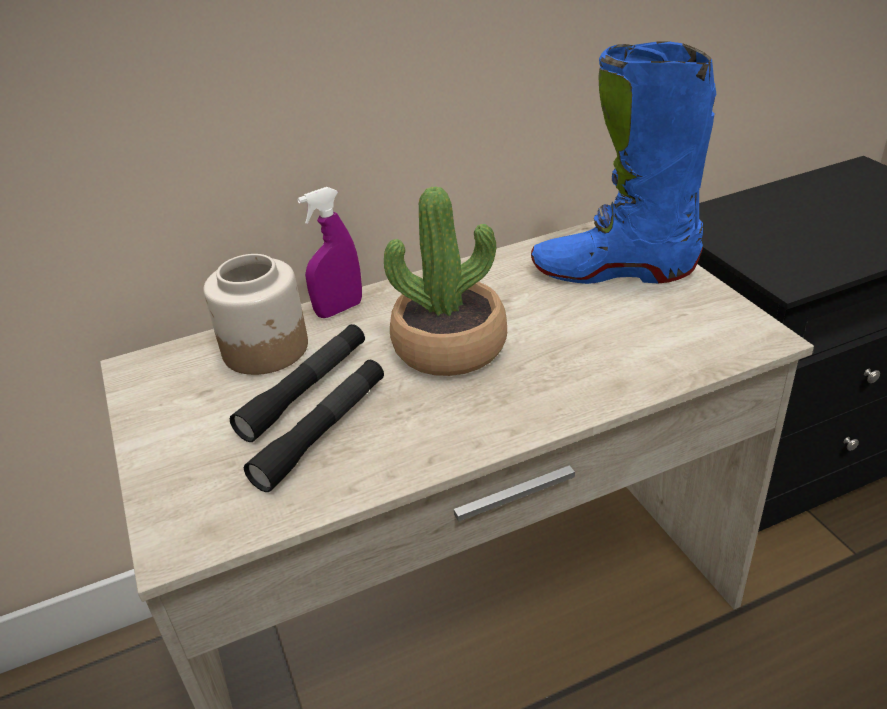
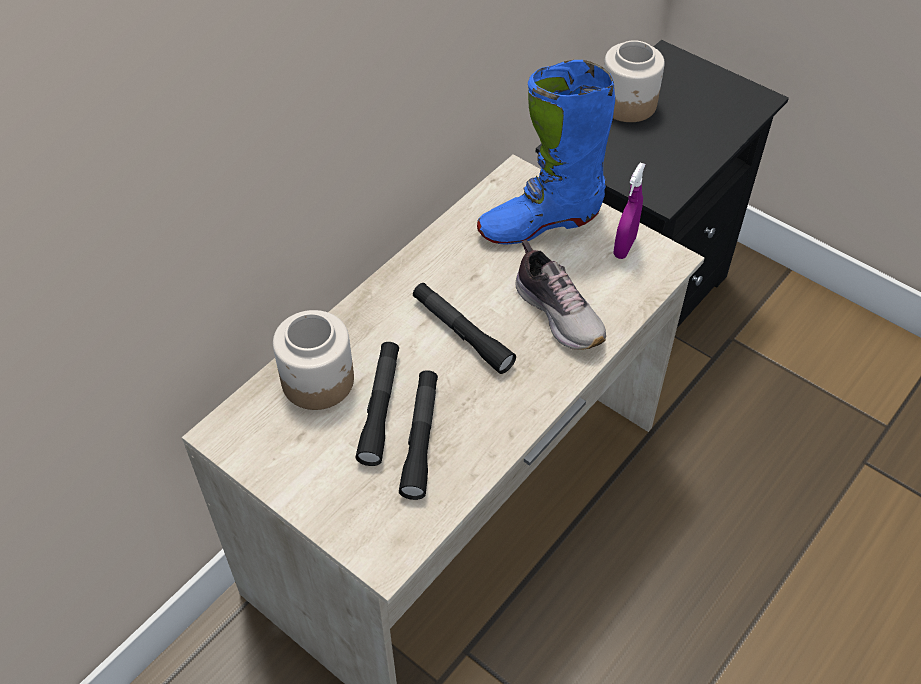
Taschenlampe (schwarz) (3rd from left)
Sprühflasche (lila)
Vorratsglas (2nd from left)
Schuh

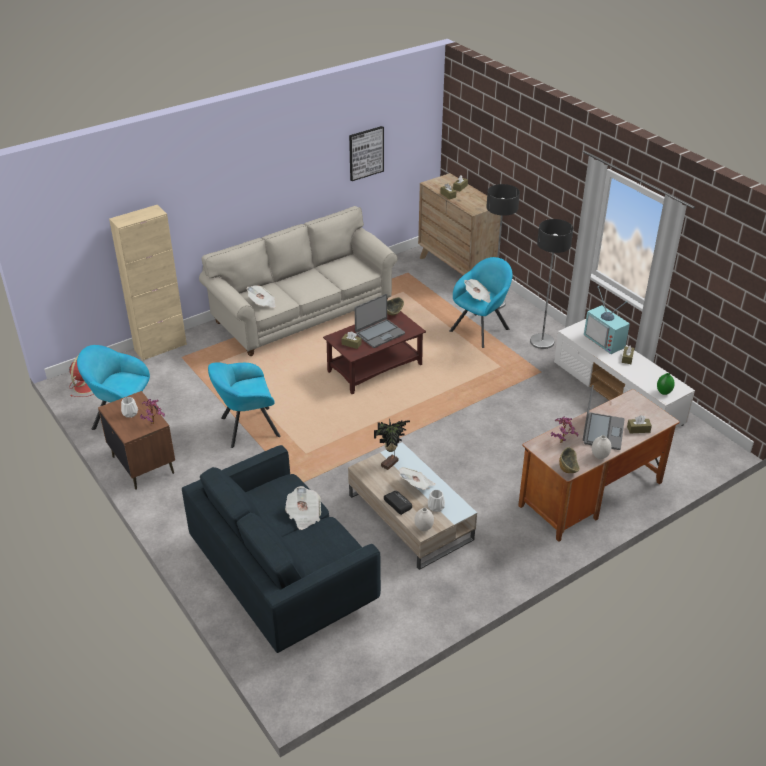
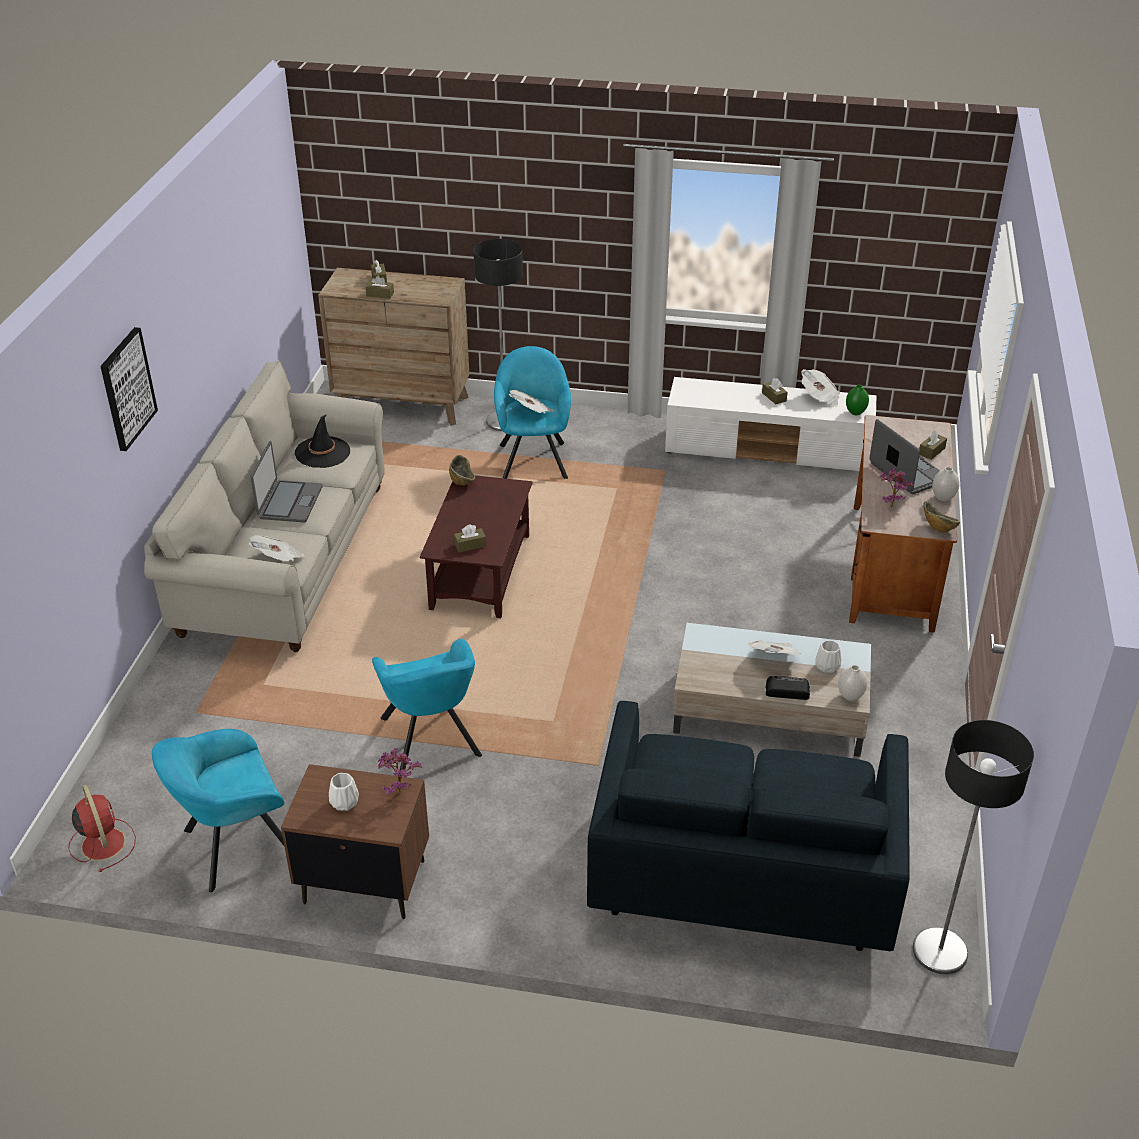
Bild
Schrank (beige)
Stehlampe (2nd from left)
Fernseher
Laptop (1st from left)
Sessel (türkis) (2nd from left)
Topfpflanze (2nd from left in the first image)
Zeitung (4th from left)
Hut (schwarz)

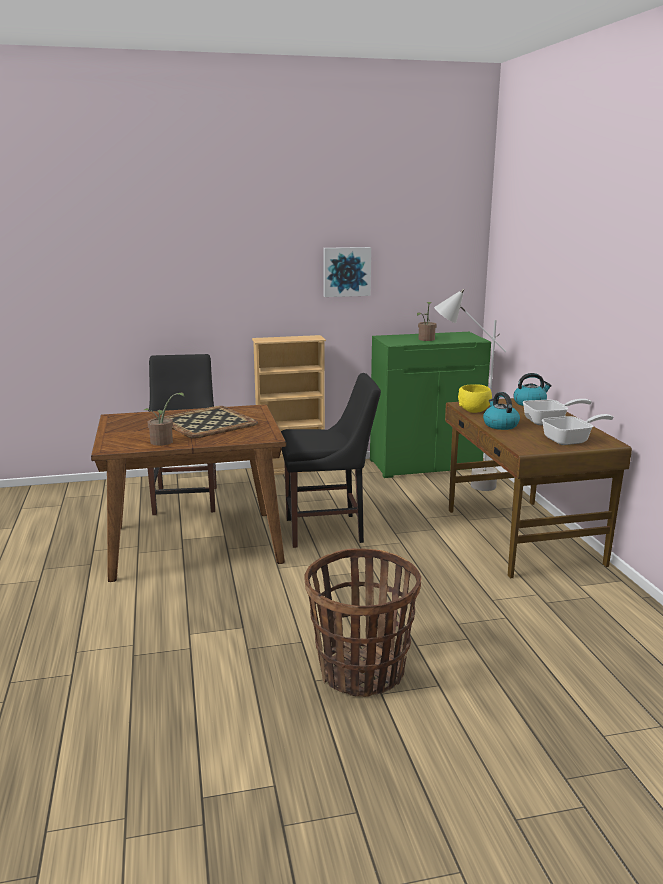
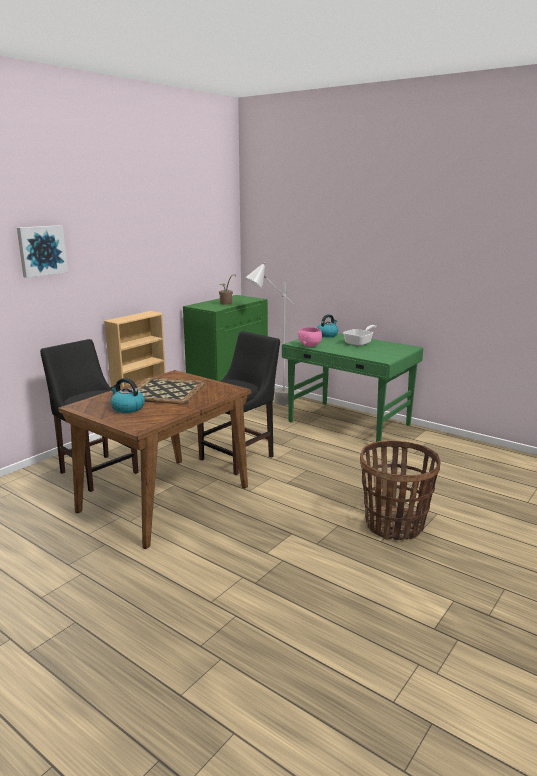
Bild
Schüssel (rosa)
Wasserkessel (1st from left)
Topfpflanze (1st from left in the first image)
Schreibtisch (grün)
Pfanne (2nd from left in the first image)

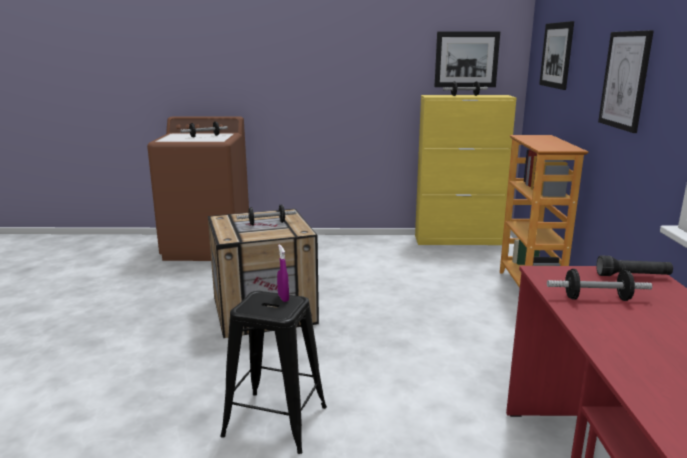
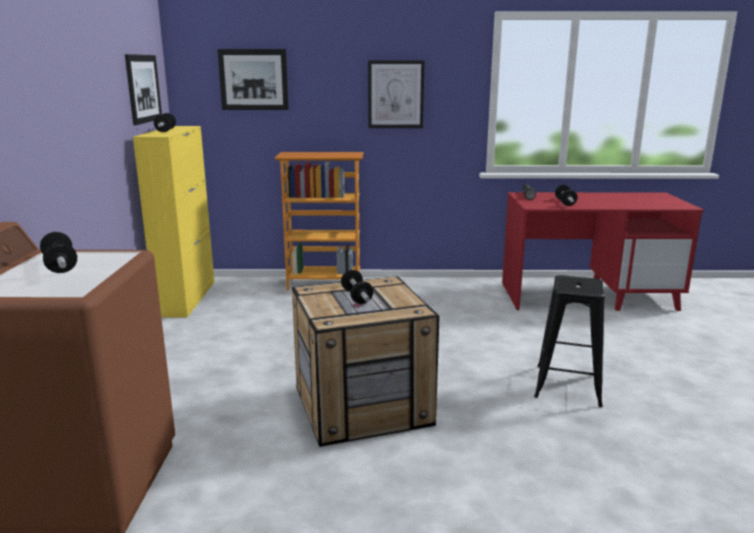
Sprühflasche (lila)

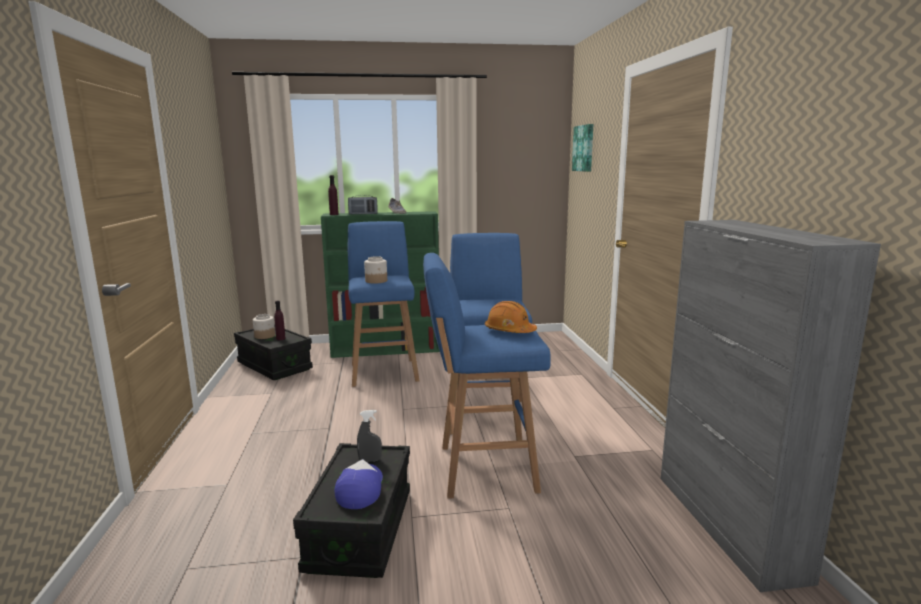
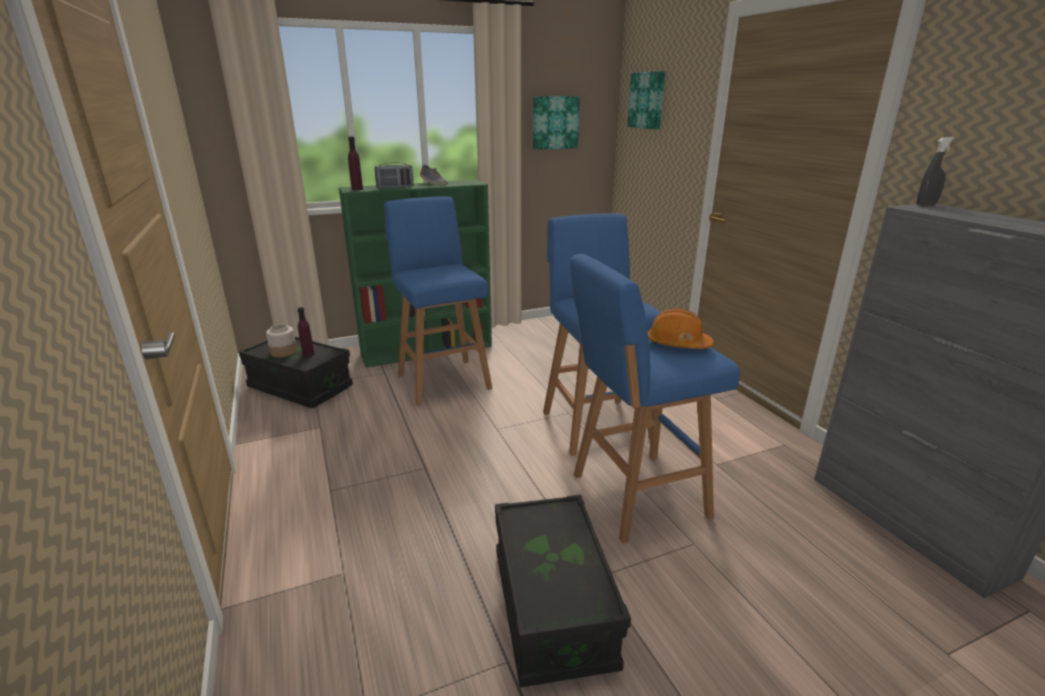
Vorratsglas (2nd from left in the first image)
Sprühflasche (grau)
Kappe
Bild (1st from left)

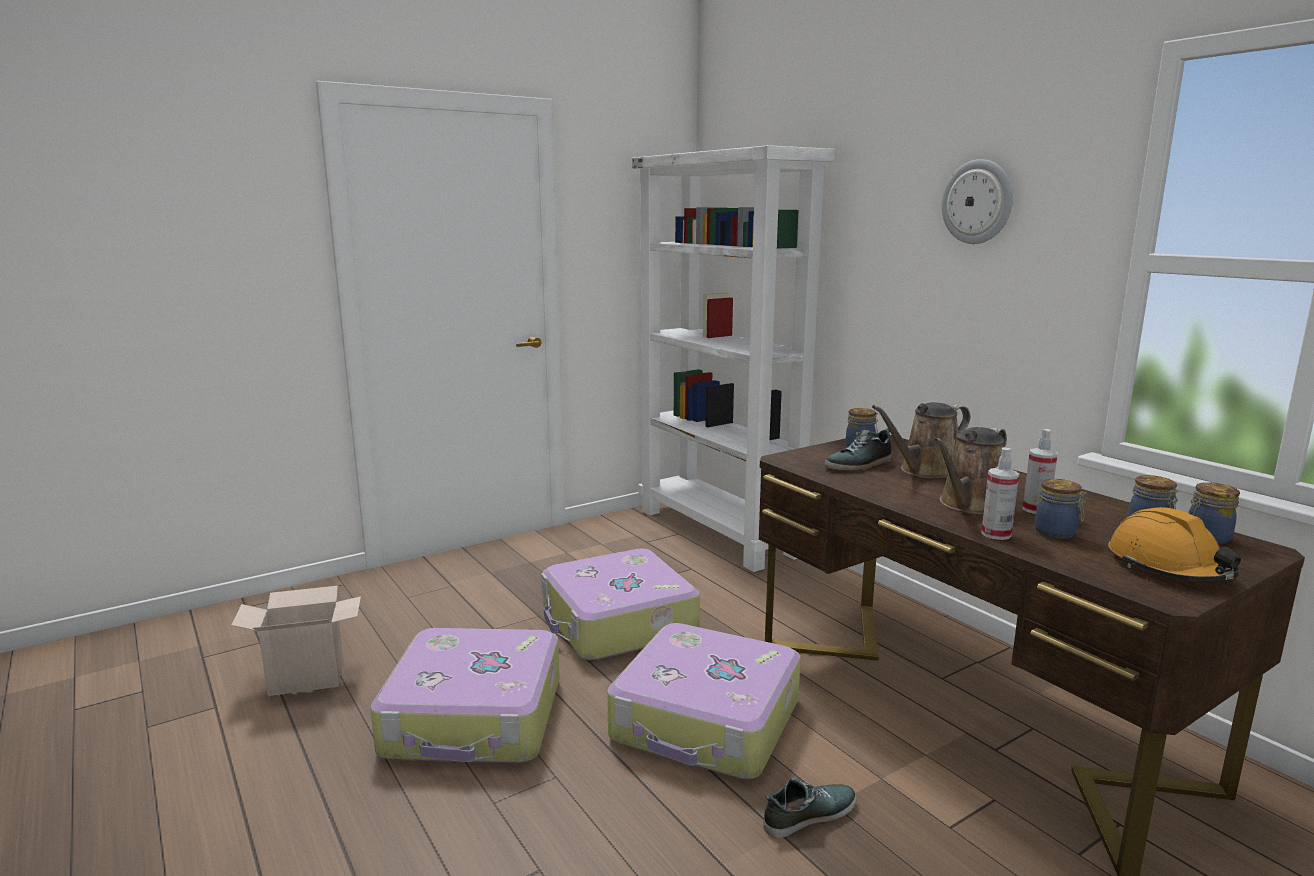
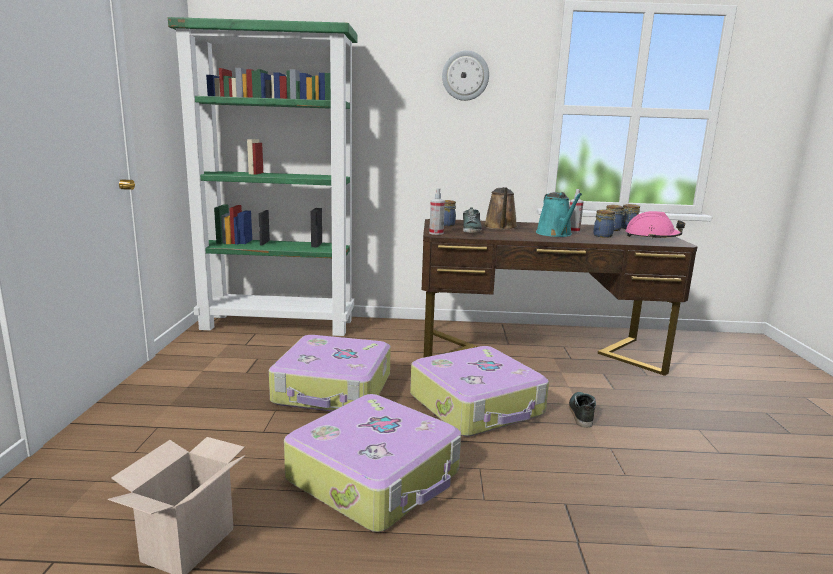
Bücherregal (grün)
Gießkanne (türkis)
Sprühflasche (1st from left)
Schutzhelm (rosa)

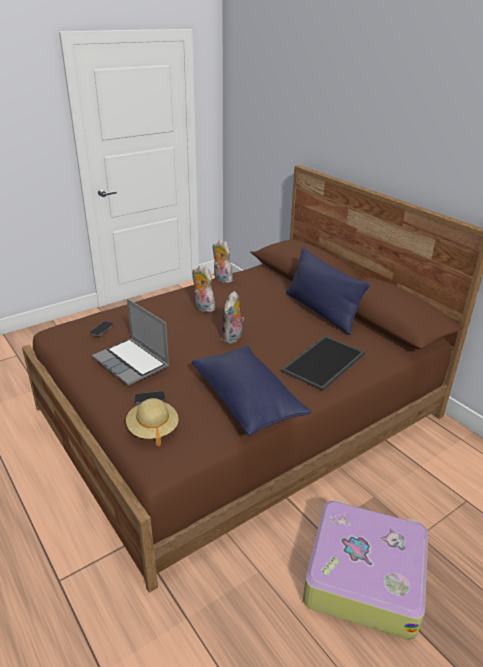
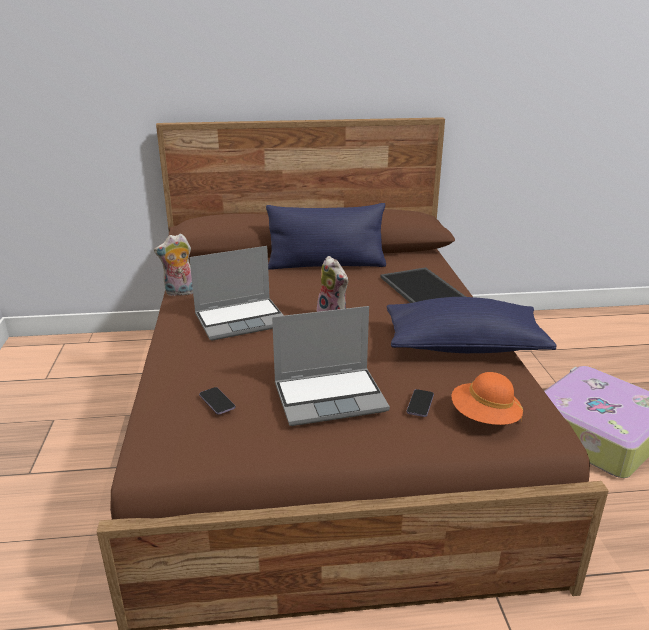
Laptop (1st from left)
Hut (orange)

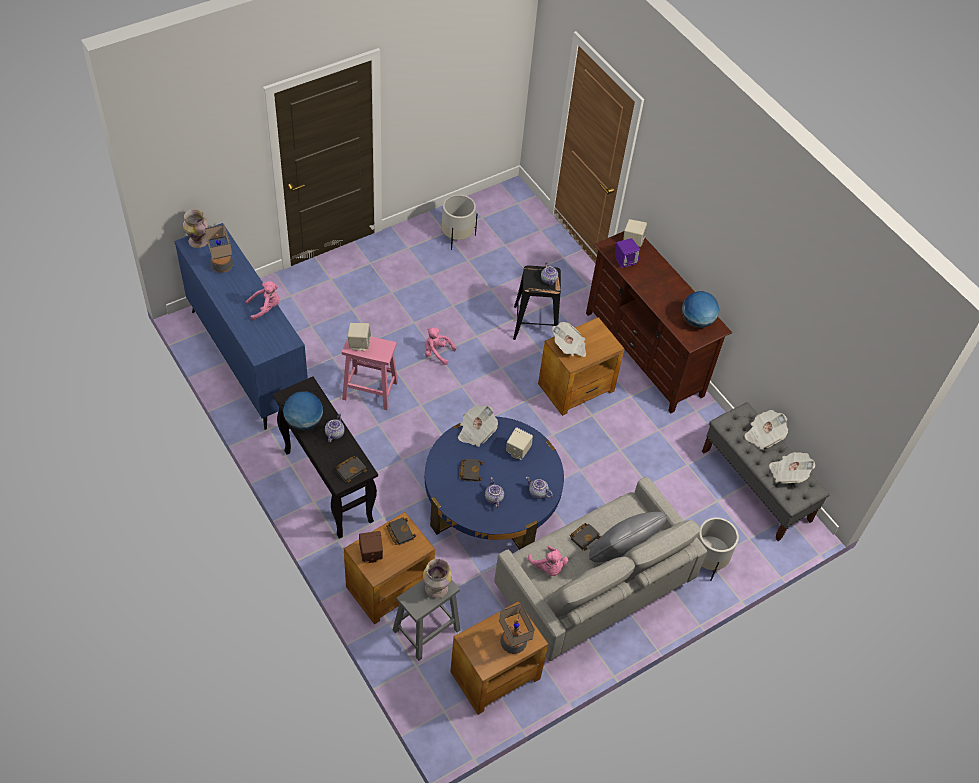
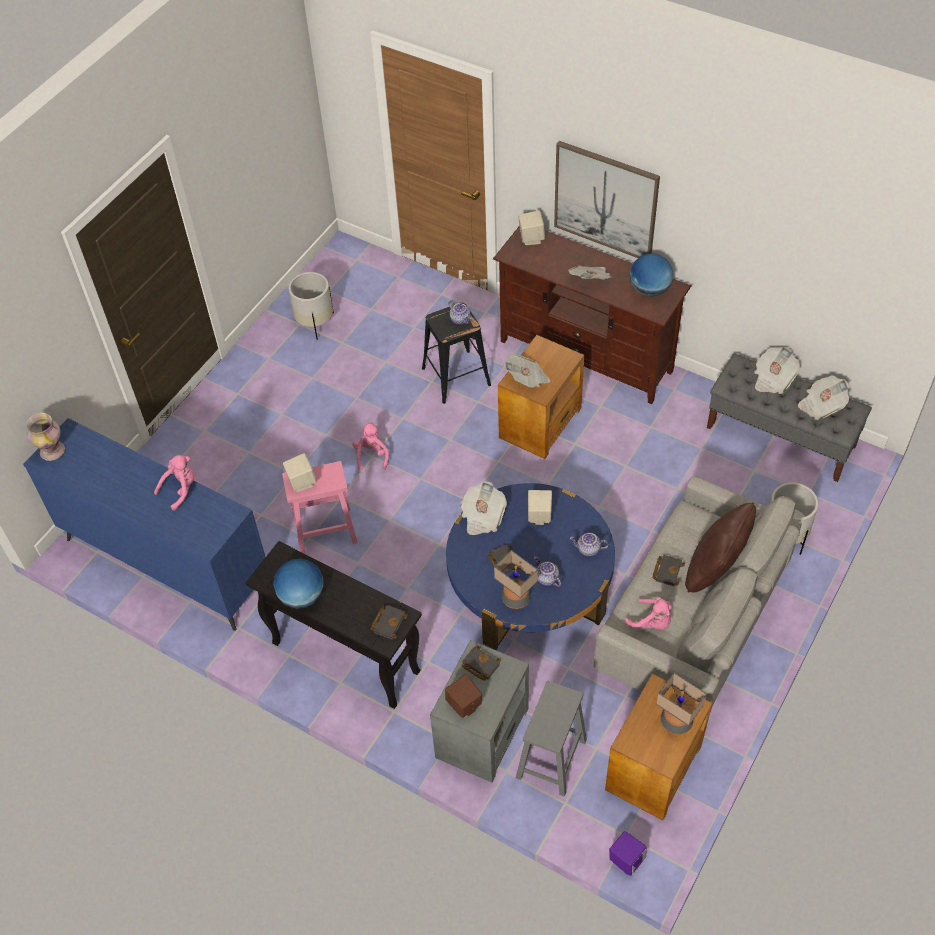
Tischlampe (1st from left)
Lautsprecher (lila)
Plüschtier (rosa) (2nd from left)
Teekanne (1st from left in the first image)
Beistelltisch (grau)
Kissen (braun)
Vase (2nd from left in the first image)
Bild
Zeitung (3rd from left)

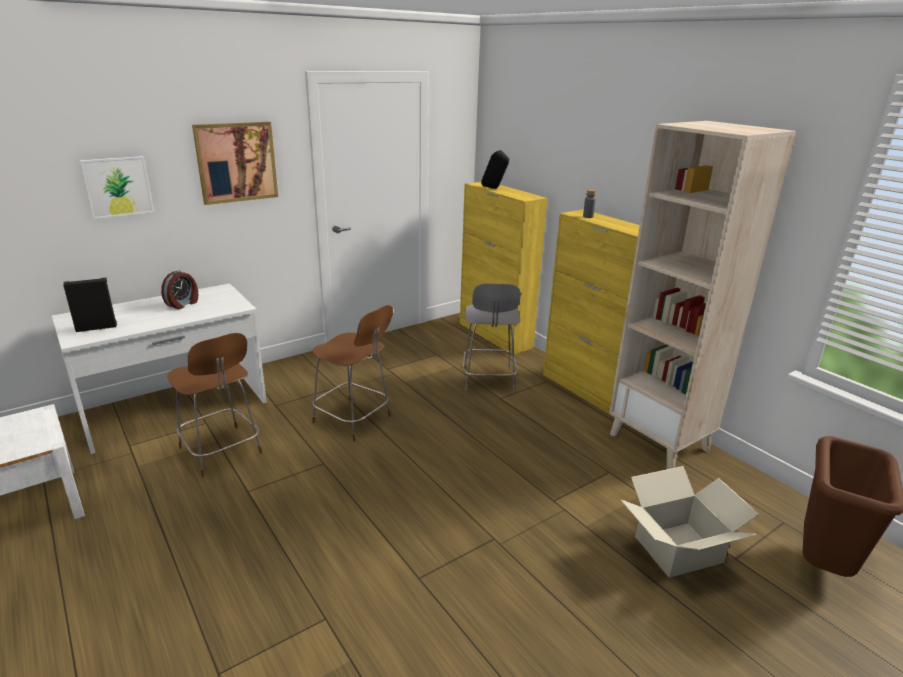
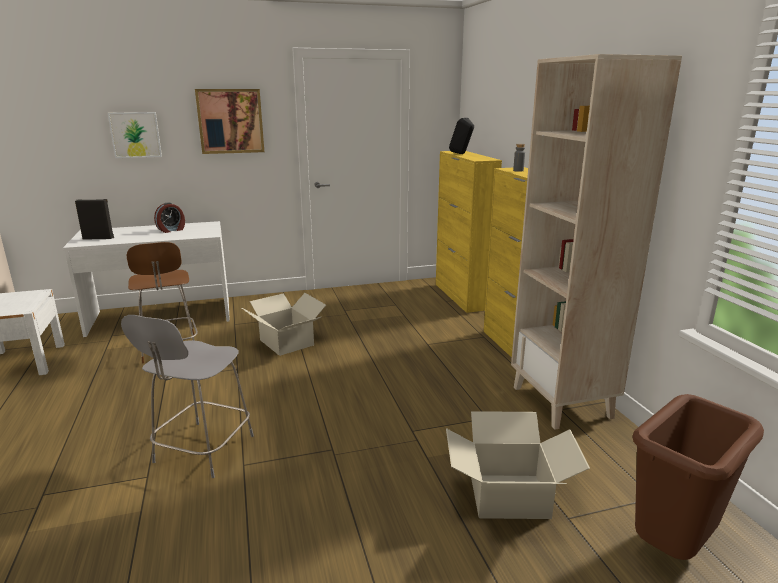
Stuhl (grau)
Karton (1st from left)

